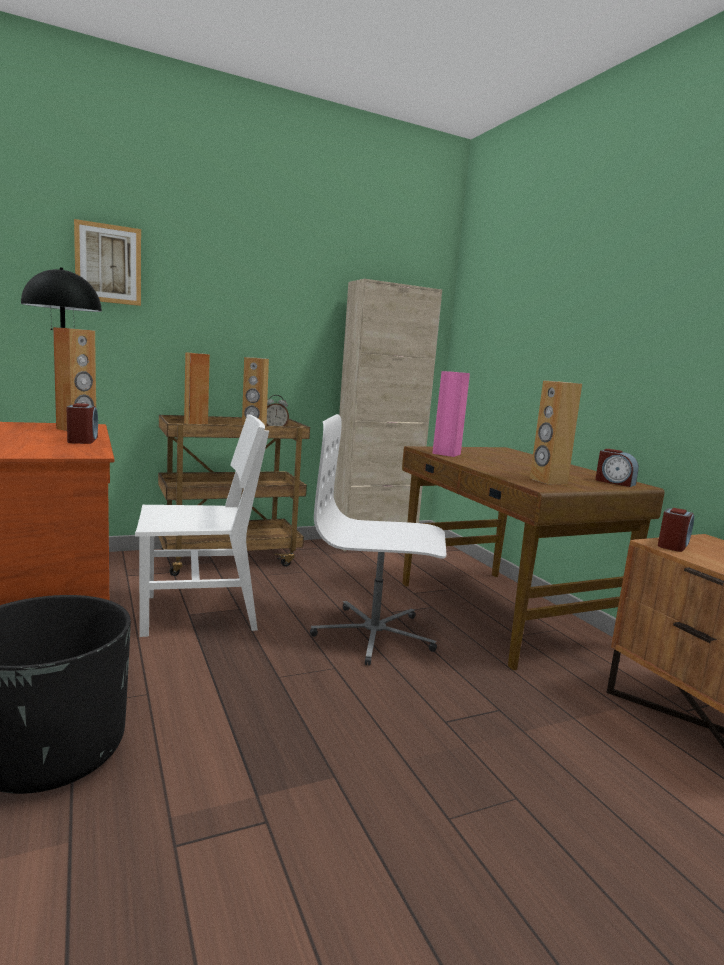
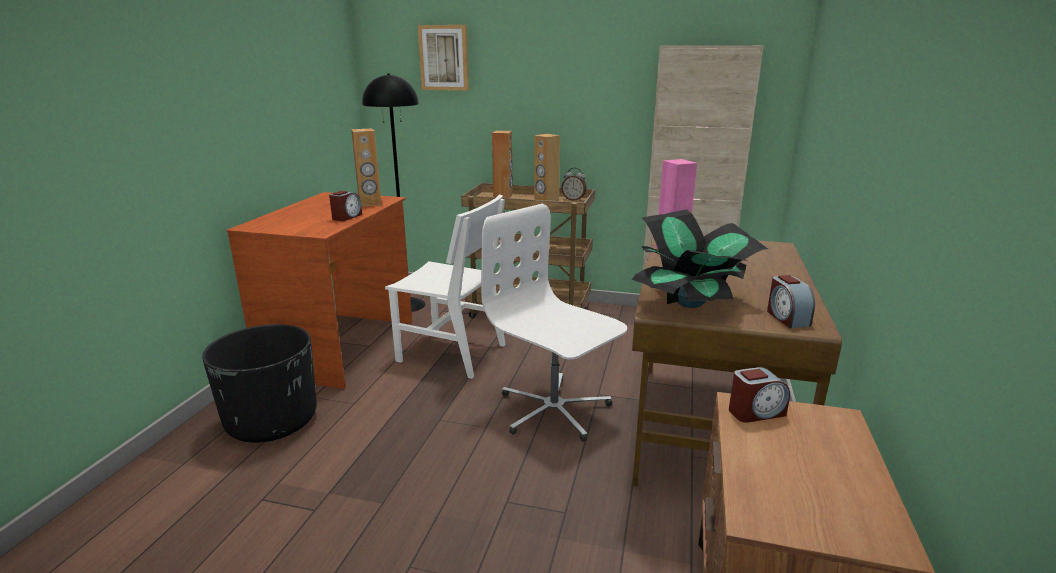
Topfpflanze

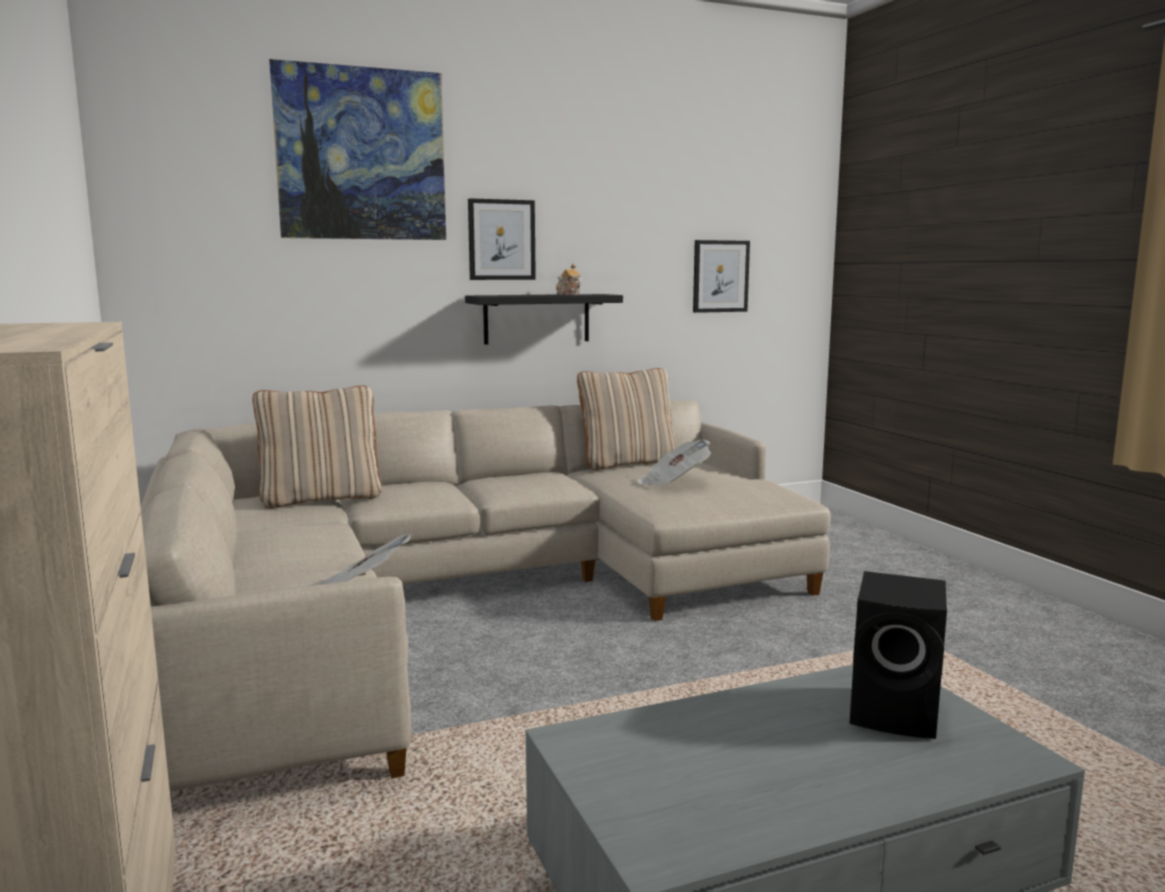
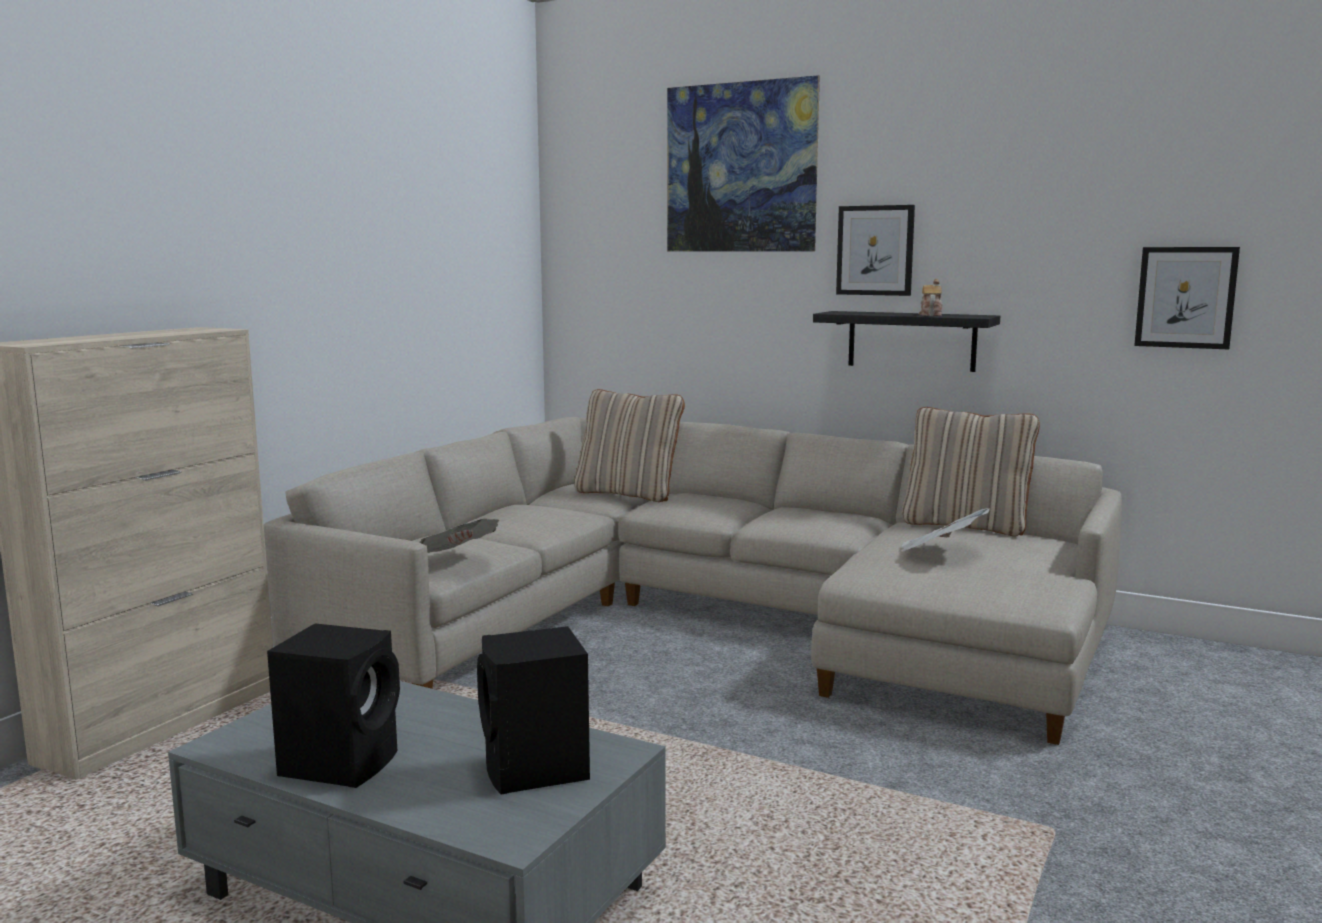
Lautsprecher (schwarz) (1st from left)

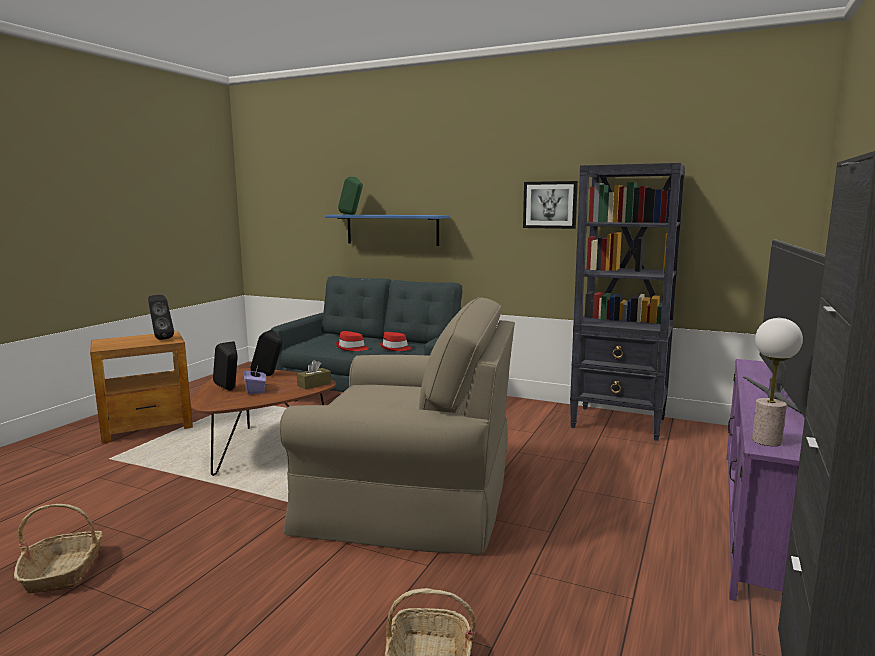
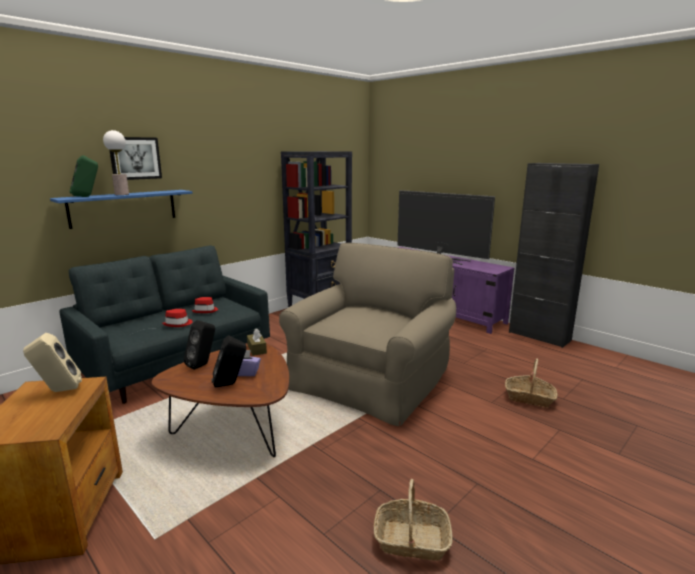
Bild
Lautsprecher (beige)
Tischlampe

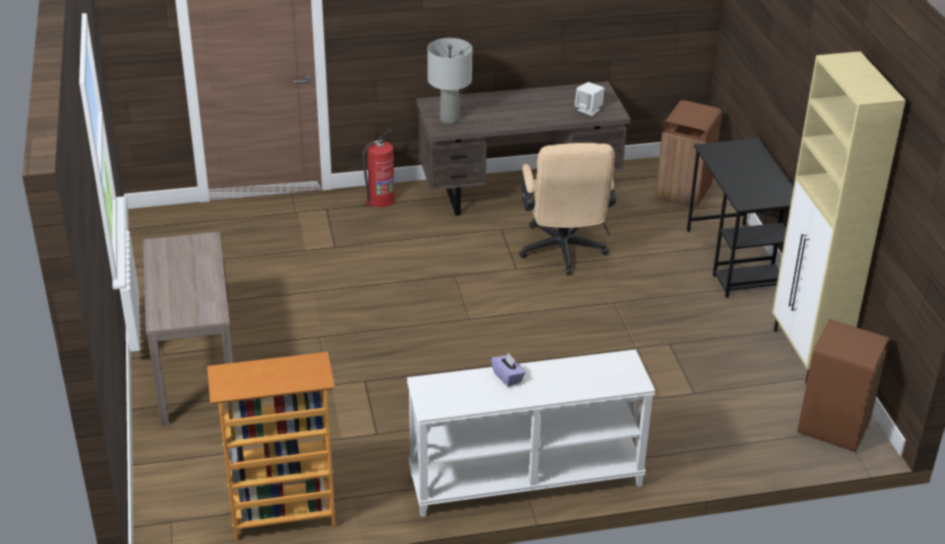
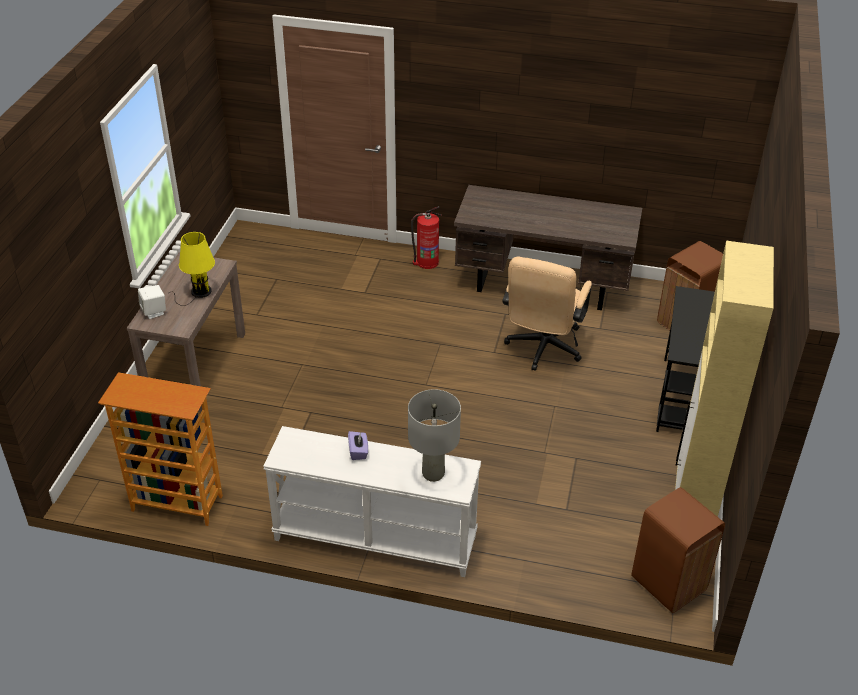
Tischlampe (grau)
Lautsprecher (weiß)
Tischlampe (gelb)

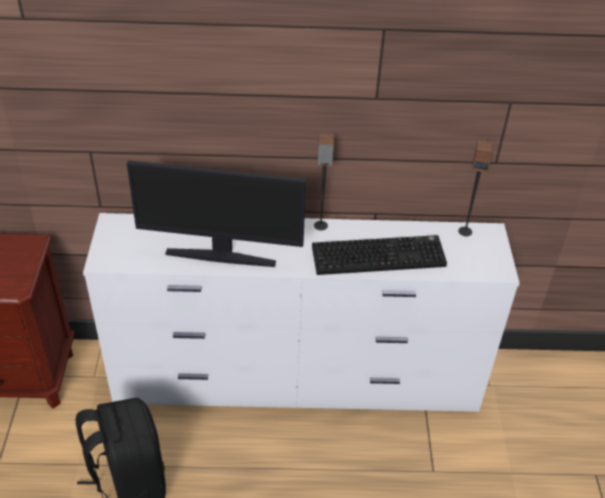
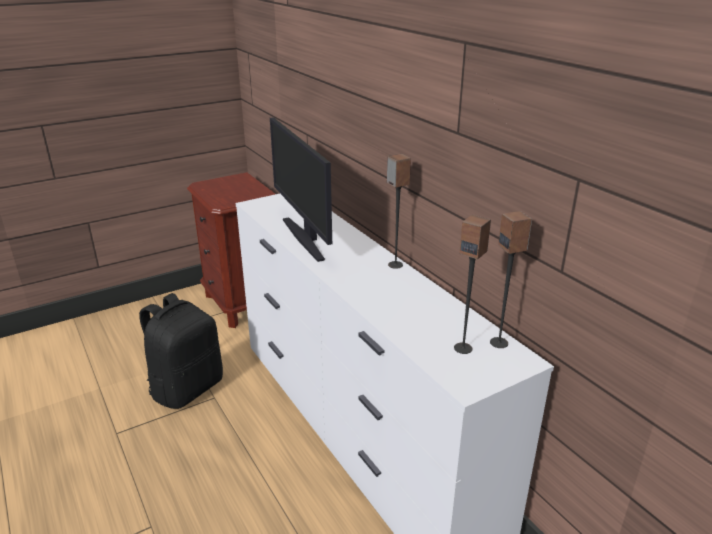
Tastatur
Lautsprecher (2nd from left)

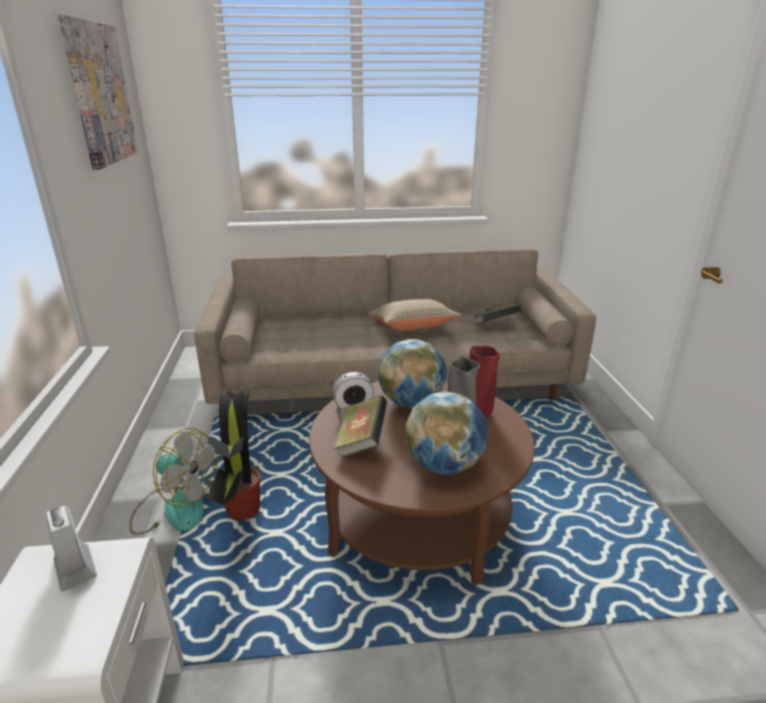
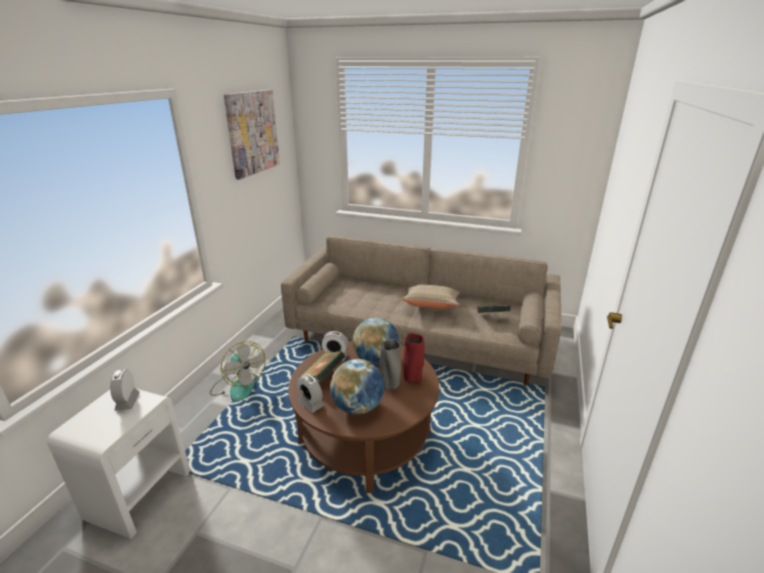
Topfpflanze
Wecker (2nd from left)

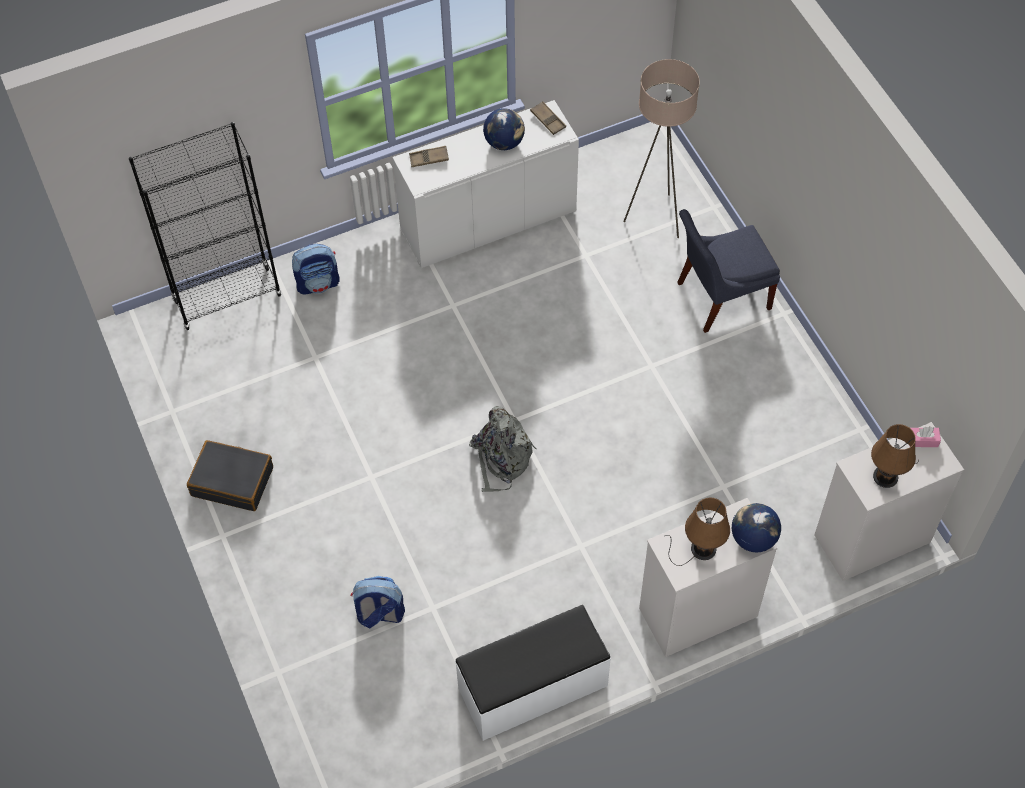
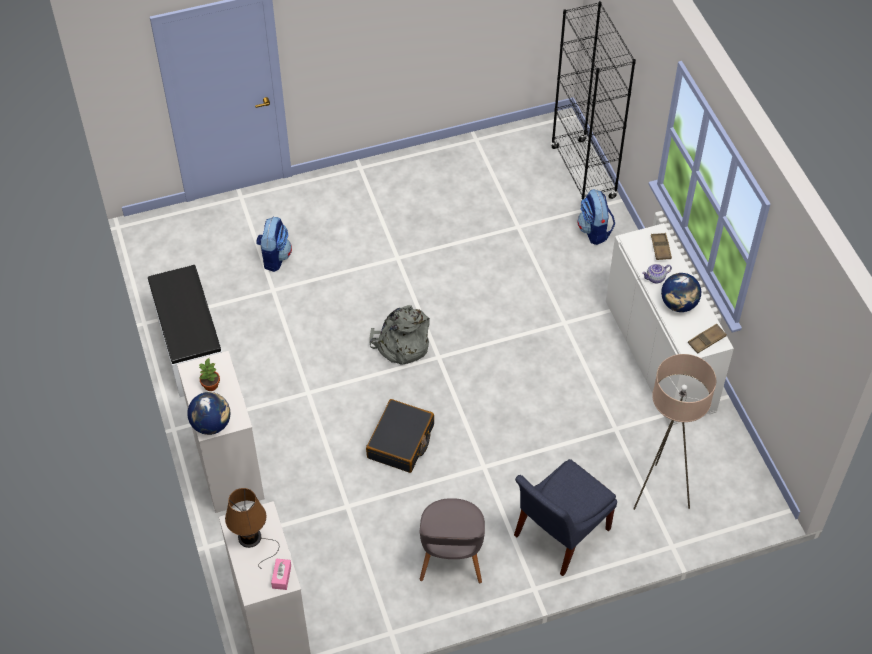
Stuhl (blau)
Koffer (schwarz)
Topfpflanze
Teekanne
Stuhl (grau)

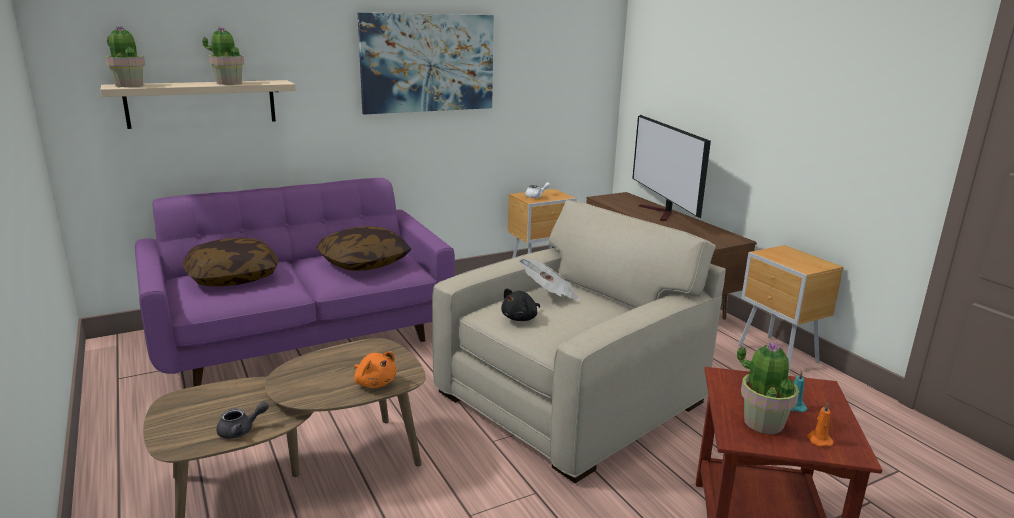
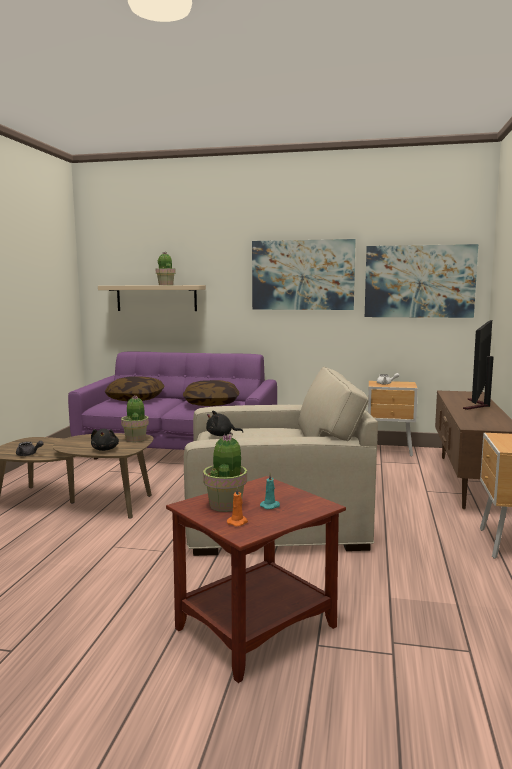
Topfpflanze (1st from left)
Zeitung
Plüschtier (schwarz) (1st from left)
Bild (2nd from left)

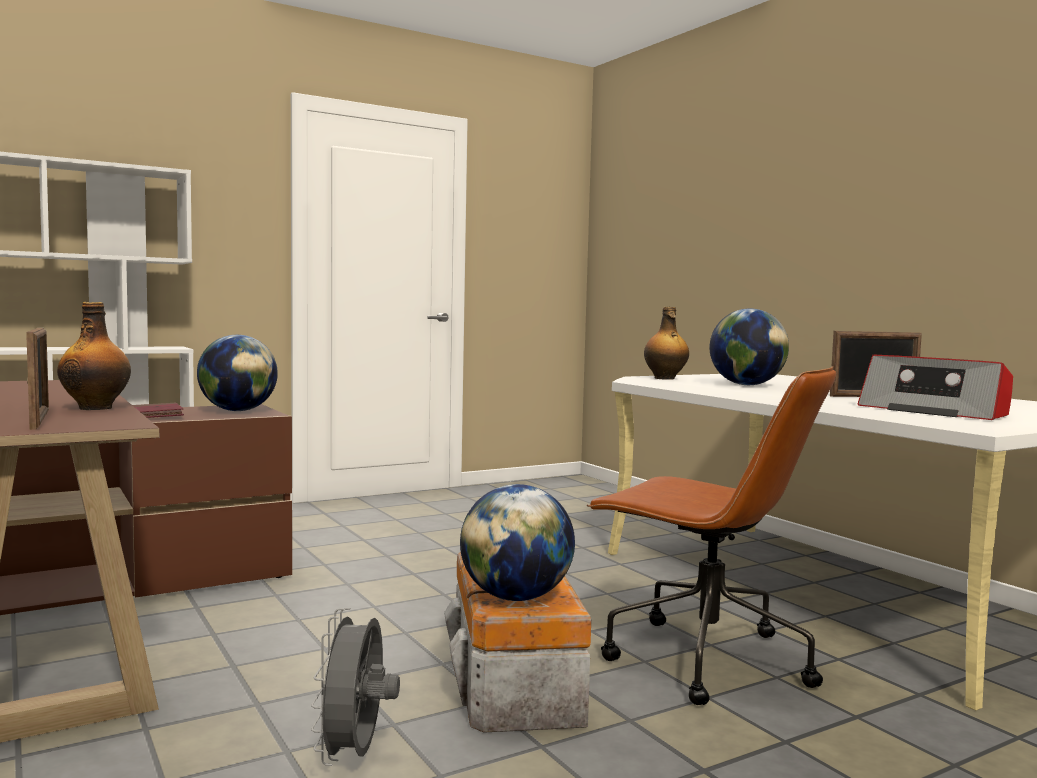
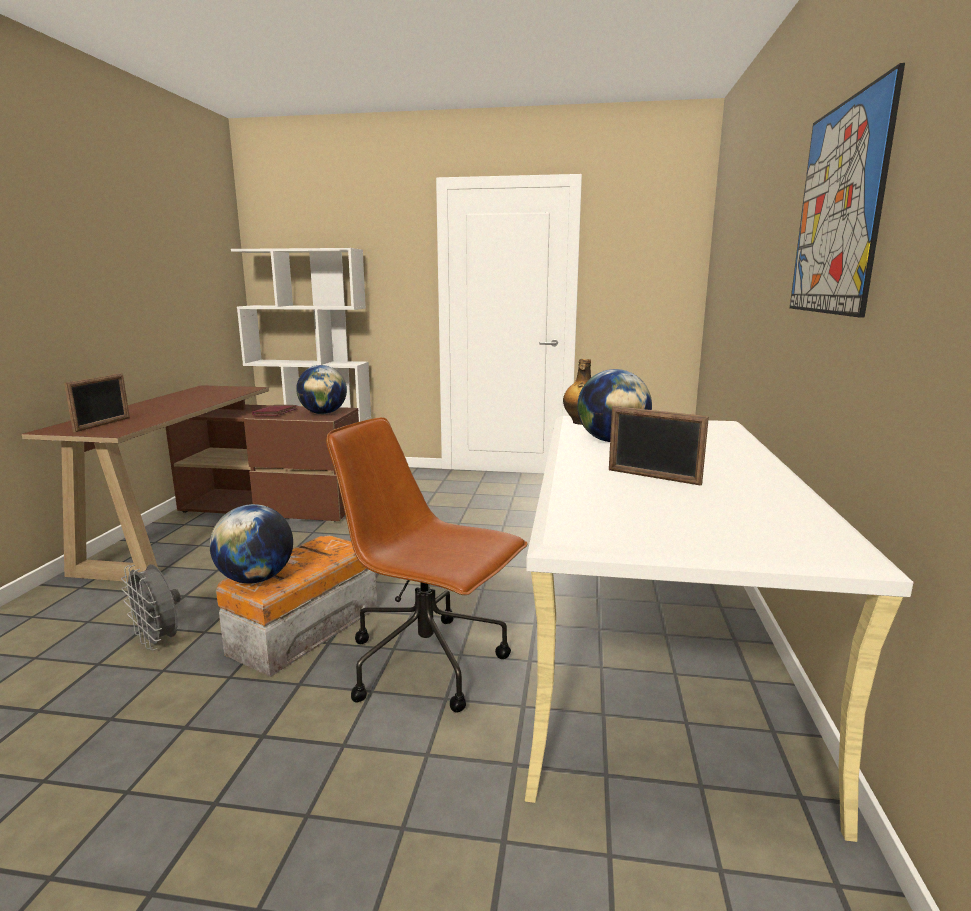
Flasche (1st from left in the first image)
Radio
Bürostuhl (braun)
Ventilator (grau)
Bild

